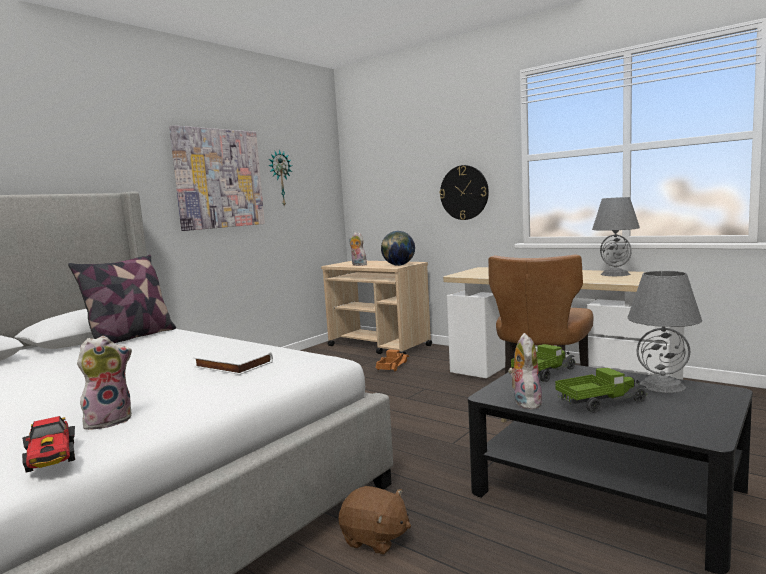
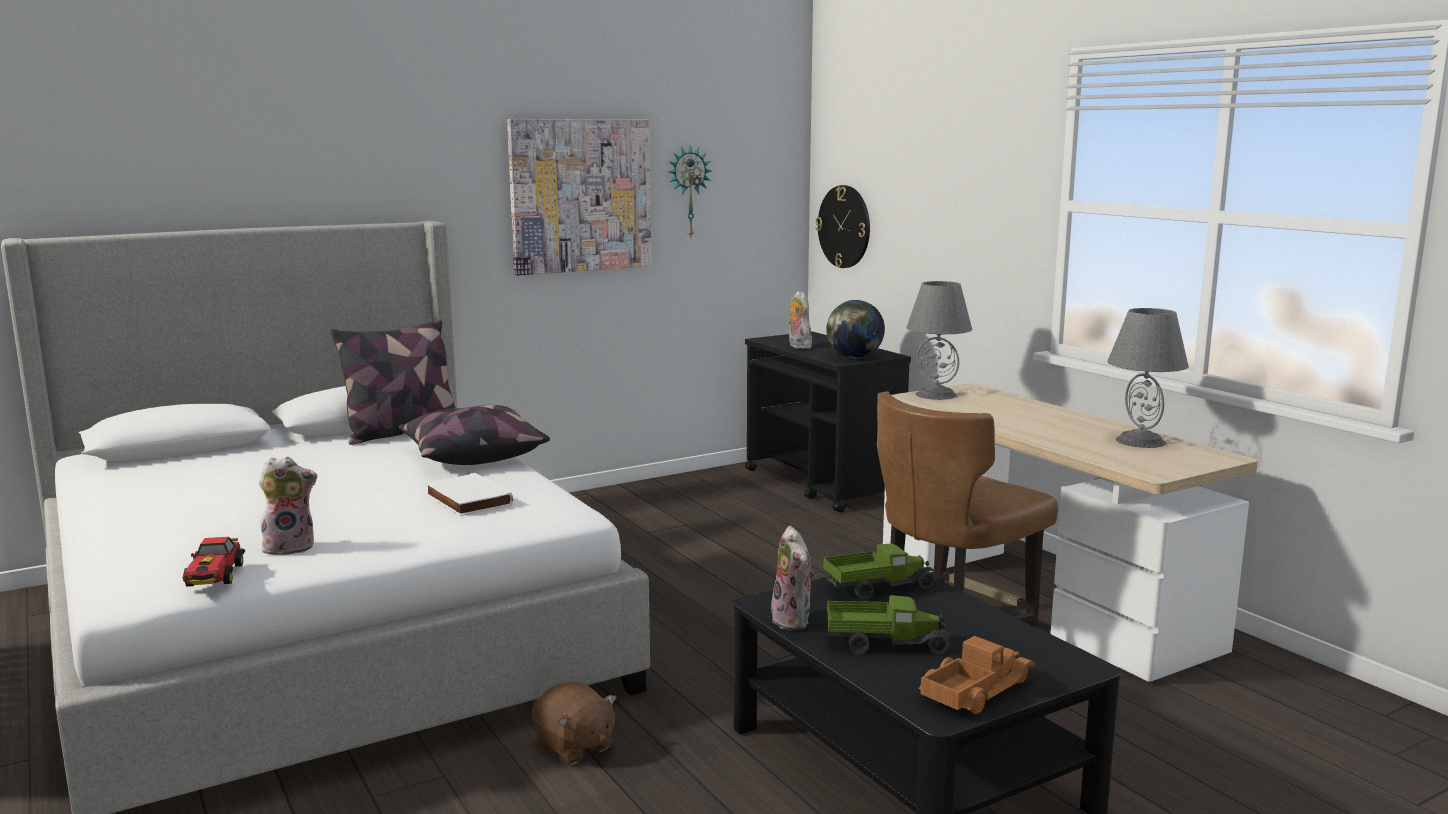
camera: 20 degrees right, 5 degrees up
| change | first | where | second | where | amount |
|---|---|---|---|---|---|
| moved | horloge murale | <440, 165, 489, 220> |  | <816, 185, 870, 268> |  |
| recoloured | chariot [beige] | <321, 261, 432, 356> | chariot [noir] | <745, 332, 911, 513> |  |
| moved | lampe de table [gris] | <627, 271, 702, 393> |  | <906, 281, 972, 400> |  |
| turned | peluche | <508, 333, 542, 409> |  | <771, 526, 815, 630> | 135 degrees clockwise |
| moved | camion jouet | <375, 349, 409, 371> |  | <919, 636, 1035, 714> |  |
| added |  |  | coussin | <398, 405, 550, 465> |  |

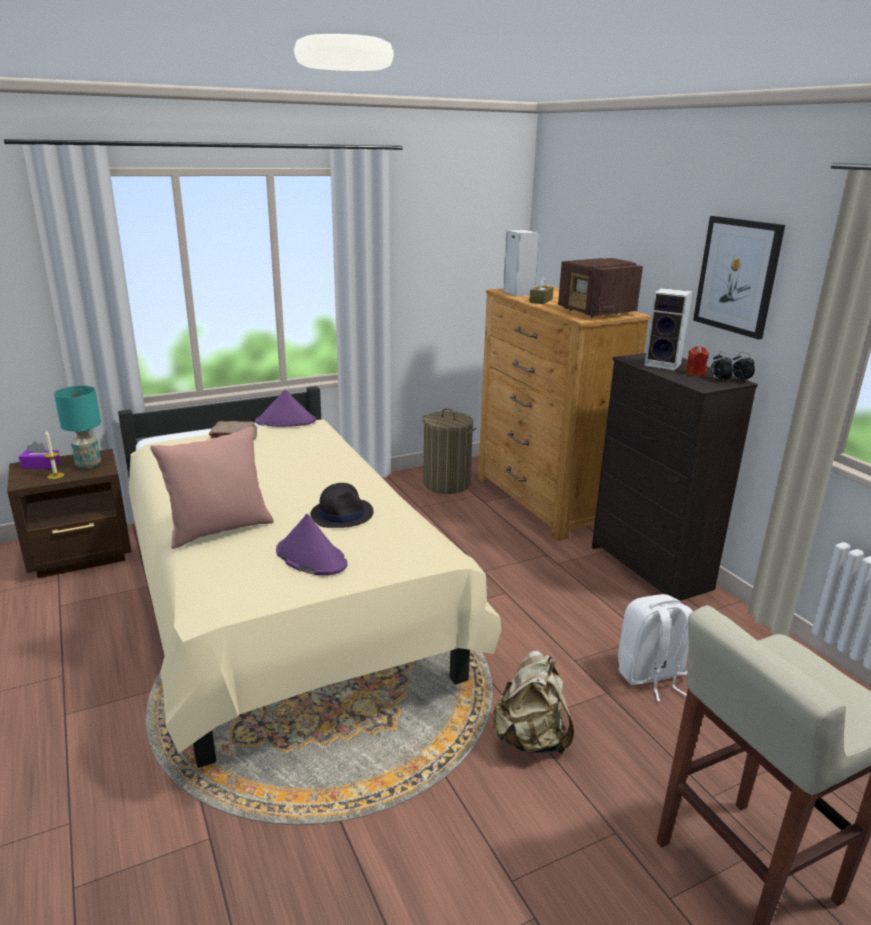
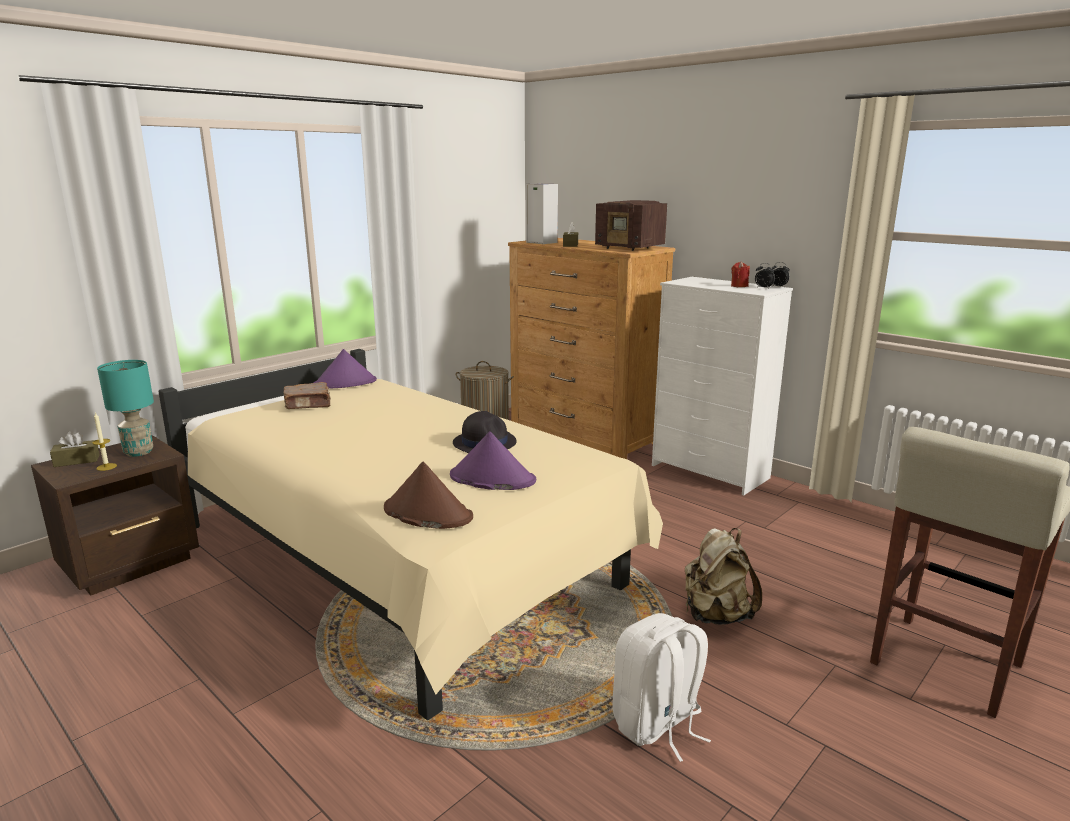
camera: 20 degrees left, 5 degrees down
| change | first | where | second | where | amount |
|---|---|---|---|---|---|
| removed | tableau | <693, 216, 785, 339> |  |  |  |
| removed | enceinte | <645, 288, 693, 371> |  |  |  |
| recoloured | commode [noir] | <592, 353, 758, 601> | commode [blanc] | <652, 277, 793, 495> |  |
| removed | coussin [rose] | <150, 427, 274, 549> |  |  |  |
| recoloured | boîte à mouchoirs [violet] | <19, 441, 60, 469> | boîte à mouchoirs [marron] | <50, 431, 100, 467> |  |
| moved | sac à dos [blanc] | <618, 594, 693, 701> |  | <613, 613, 711, 762> |  |
| added |  |  | chapeau [marron] | <384, 461, 473, 529> |  |

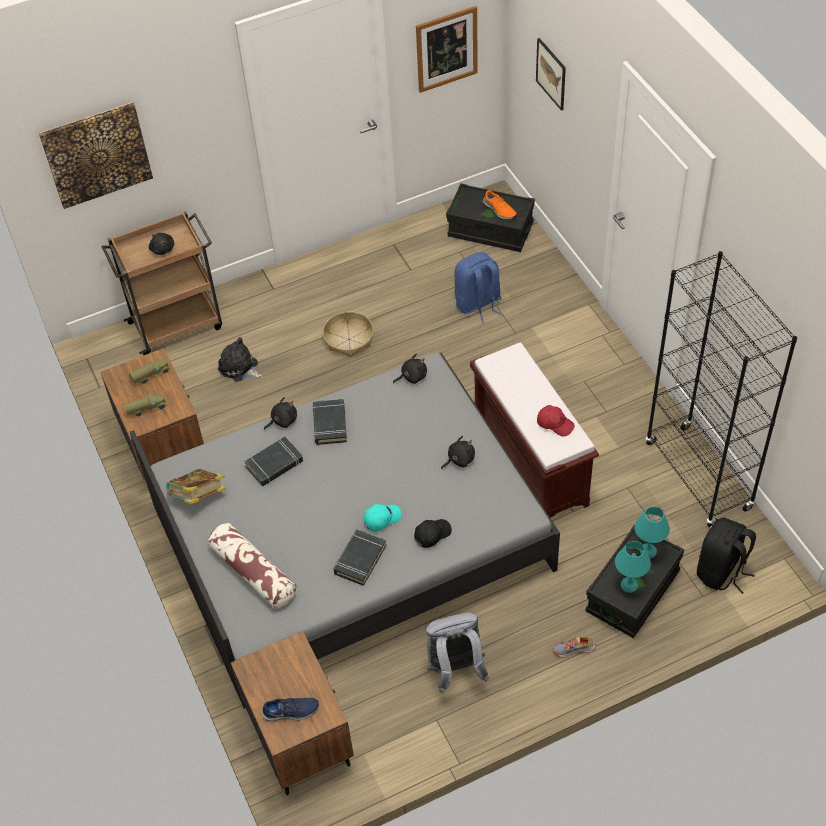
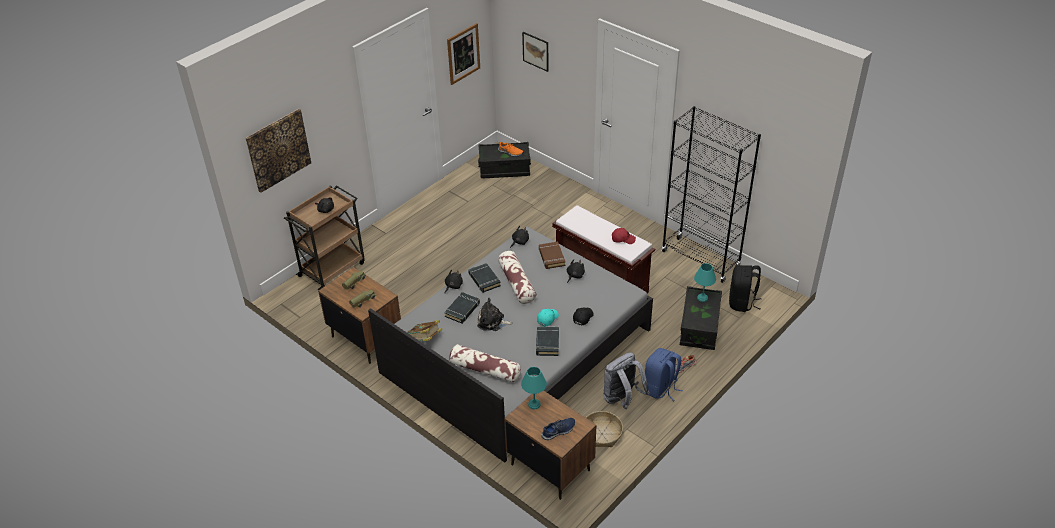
camera: 25 degrees left, 10 degrees down
| change | first | where | second | where | amount |
|---|---|---|---|---|---|
| moved | sac à dos [bleu] | <455, 252, 501, 323> |  | <645, 348, 683, 401> |  |
| moved | panier | <323, 311, 374, 357> |  | <586, 411, 623, 447> |  |
| moved | peluche | <218, 337, 263, 381> |  | <477, 298, 513, 331> |  |
| moved | lampe de table [turquoise] | <615, 541, 651, 593> |  | <521, 367, 547, 409> |  |
| added |  |  | livre [marron] | <539, 242, 565, 269> |  |
| added |  |  | coussin | <498, 251, 536, 304> |  |

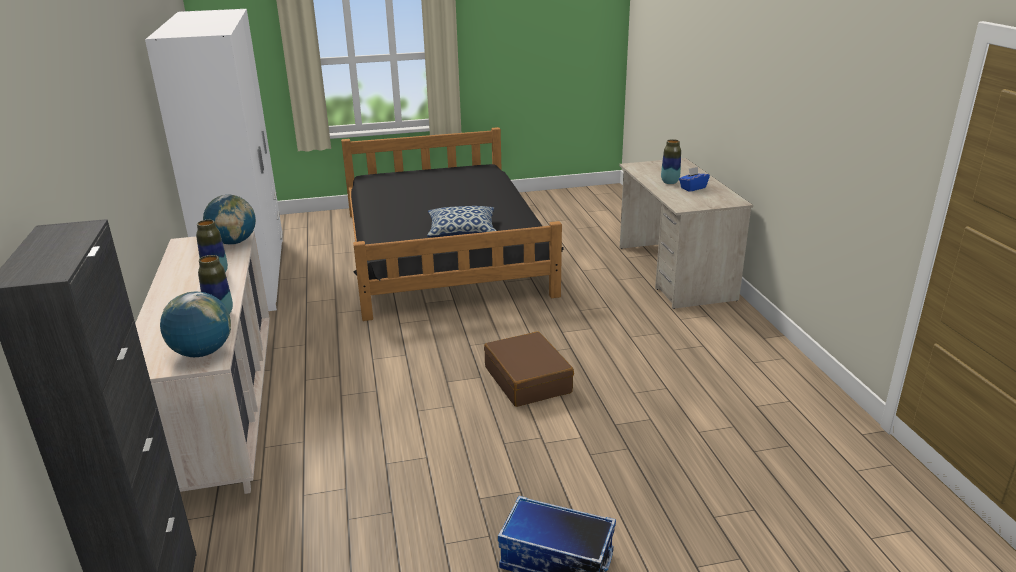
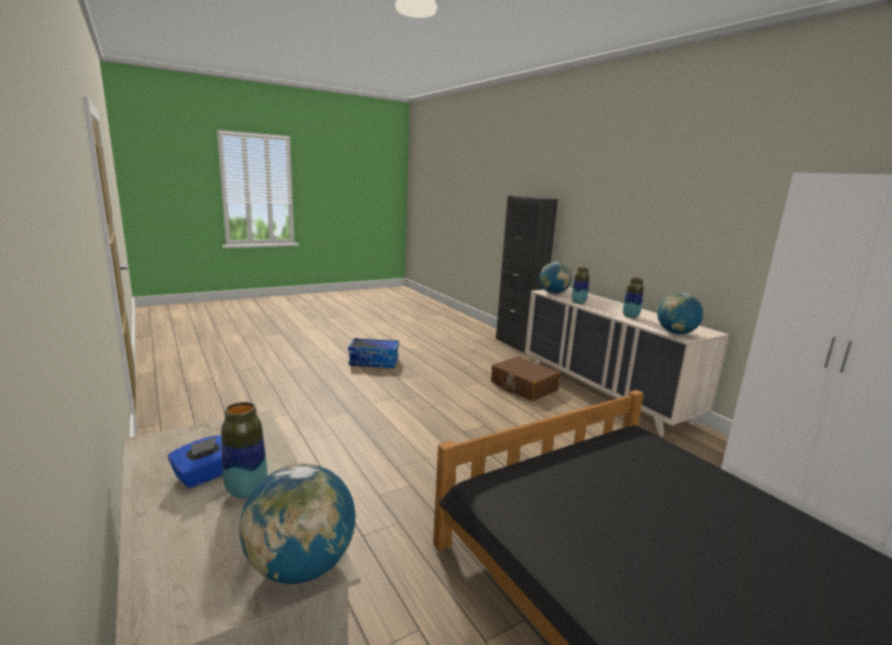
camera: 160 degrees right, 10 degrees down
| change | first | where | second | where | amount |
|---|---|---|---|---|---|
| removed | coussin | <427, 206, 497, 237> |  |  |  |
| moved | valise [marron] | <484, 331, 574, 407> |  | <491, 356, 560, 401> |  |
| added |  |  | globe | <239, 463, 356, 584> |  |

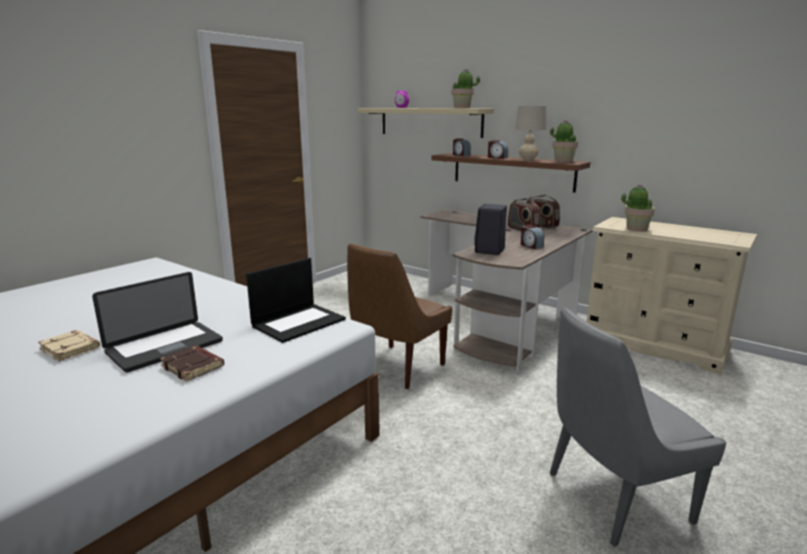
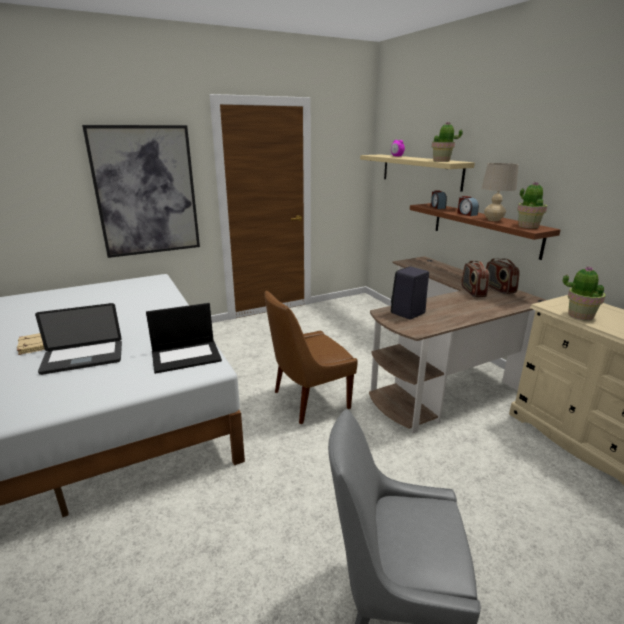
camera: 25 degrees right, 5 degrees up
| change | first | where | second | where | amount |
|---|---|---|---|---|---|
| removed | réveil | <521, 225, 544, 249> |  |  |  |
| removed | livre [marron] | <160, 346, 224, 381> |  |  |  |
| added |  |  | tableau | <82, 125, 200, 258> |  |

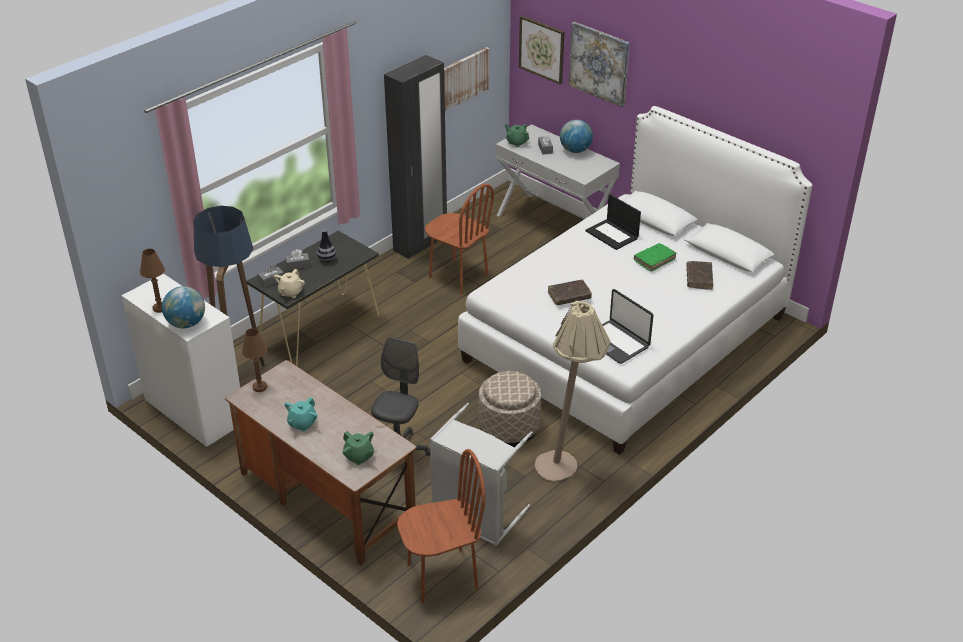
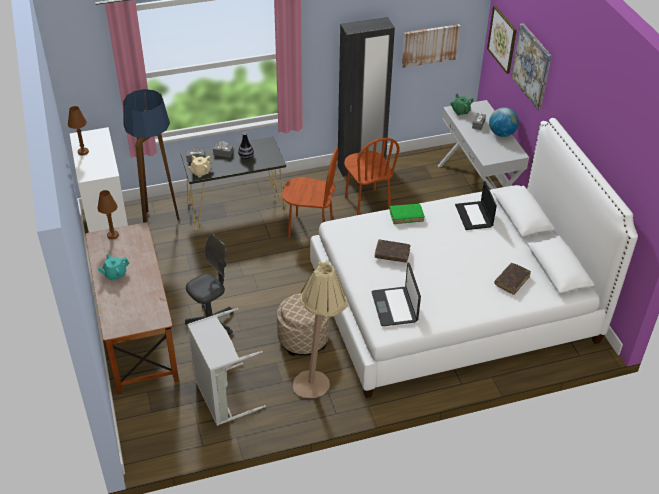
camera: 30 degrees right, 5 degrees up
| change | first | where | second | where | amount |
|---|---|---|---|---|---|
| moved | livre [vert] | <634, 243, 677, 272> |  | <390, 204, 425, 224> |  |
| removed | globe | <162, 286, 205, 328> |  |  |  |
| removed | théière [vert] | <343, 431, 374, 465> |  |  |  |
| moved | chaise [marron] | <397, 449, 485, 603> |  | <282, 148, 339, 238> |  |

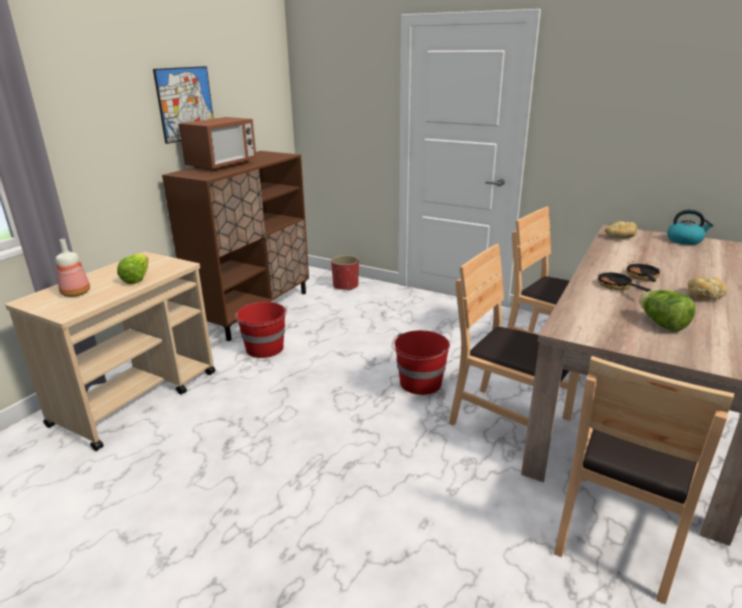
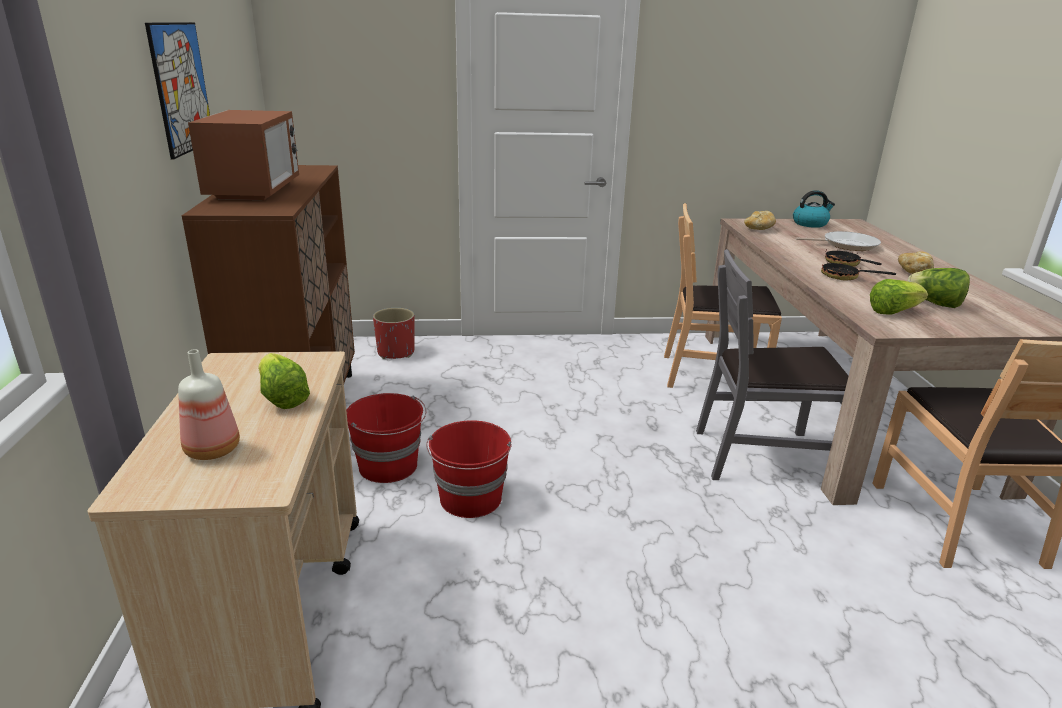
camera: 35 degrees left, 0 degrees up
| change | first | where | second | where | amount |
|---|---|---|---|---|---|
| recoloured | chaise [marron] | <449, 243, 579, 427> | chaise [gris] | <696, 249, 848, 480> |  |
| moved | seau [rouge] | <392, 330, 450, 395> |  | <426, 420, 512, 518> |  |
| added |  |  | poêle | <796, 231, 881, 251> |  |
| added |  |  | laitue | <870, 279, 928, 314> |  |

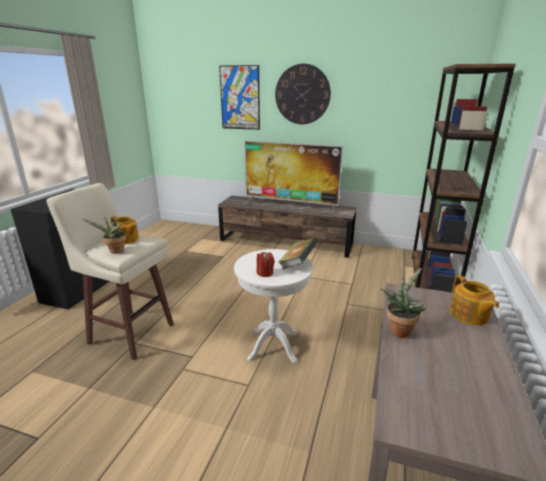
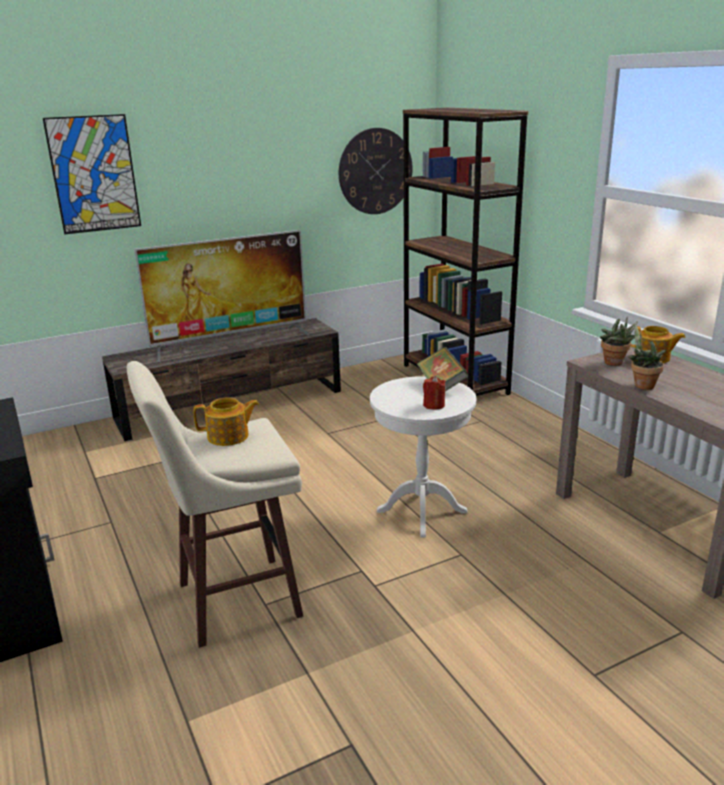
camera: 45 degrees left, 0 degrees up
| change | first | where | second | where | amount |
|---|---|---|---|---|---|
| moved | horloge murale | <275, 64, 331, 124> |  | <339, 128, 413, 214> |  |
| moved | plante en pot | <83, 217, 126, 254> |  | <600, 316, 638, 366> |  |

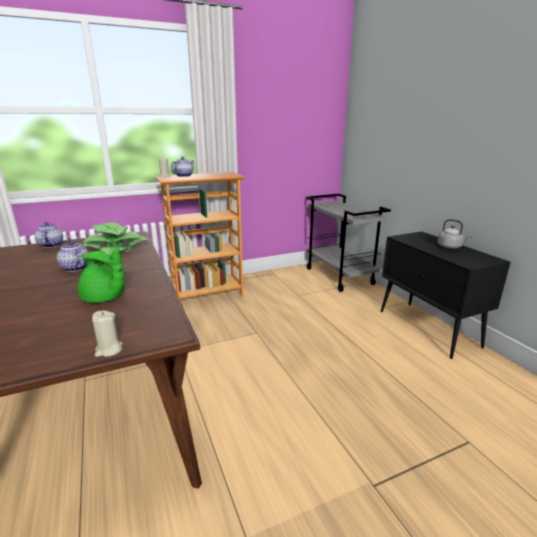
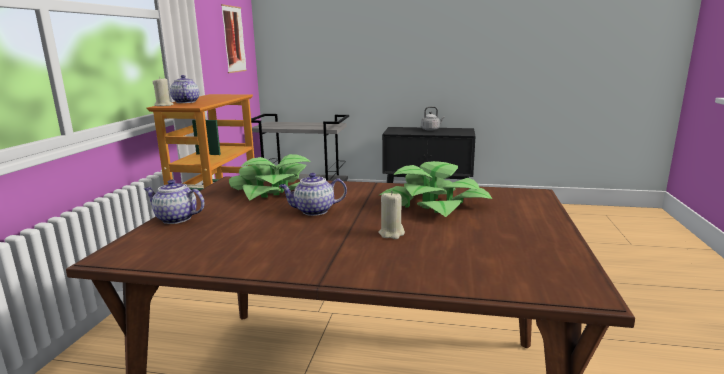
camera: 55 degrees left, 5 degrees down
| change | first | where | second | where | amount |
|---|---|---|---|---|---|
| replaced | théière [vert] | <78, 248, 124, 303> | plante en pot | <379, 161, 492, 217> |  |
| moved | bougie [beige] | <92, 311, 123, 357> |  | <379, 191, 405, 239> |  |
| added |  |  | tableau | <221, 4, 247, 73> |  |

